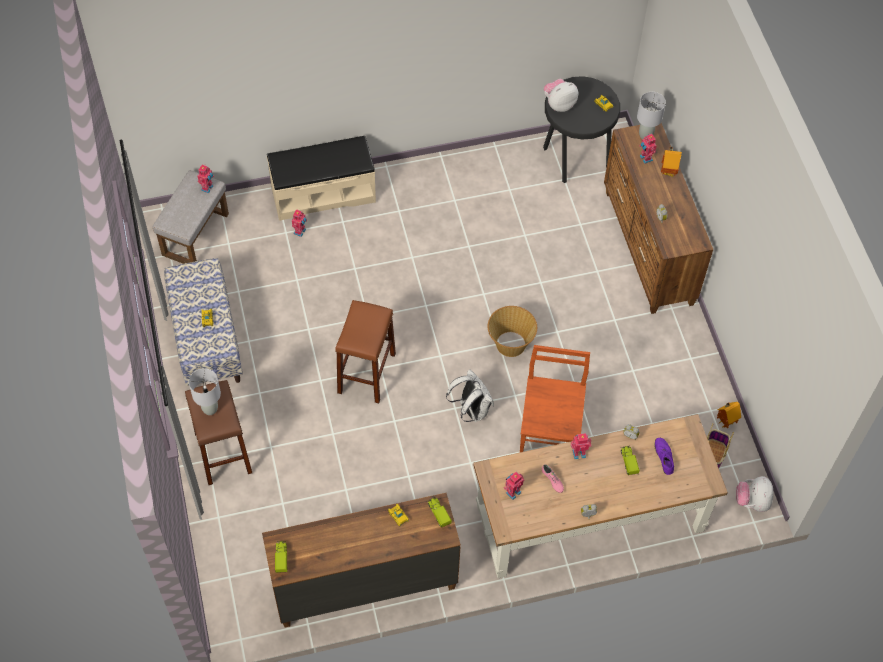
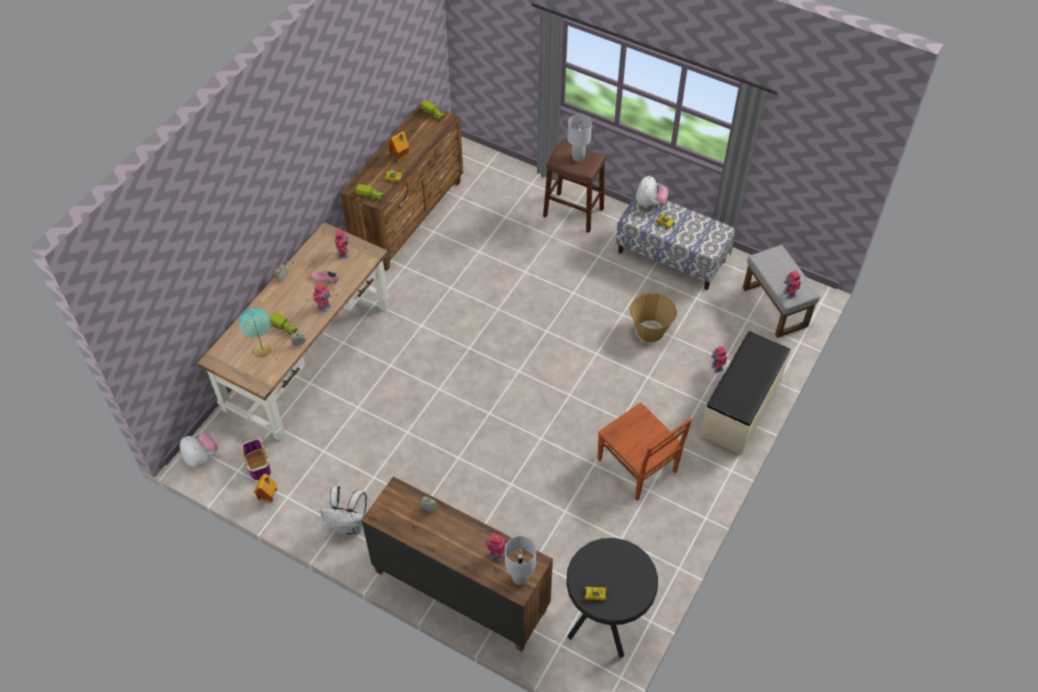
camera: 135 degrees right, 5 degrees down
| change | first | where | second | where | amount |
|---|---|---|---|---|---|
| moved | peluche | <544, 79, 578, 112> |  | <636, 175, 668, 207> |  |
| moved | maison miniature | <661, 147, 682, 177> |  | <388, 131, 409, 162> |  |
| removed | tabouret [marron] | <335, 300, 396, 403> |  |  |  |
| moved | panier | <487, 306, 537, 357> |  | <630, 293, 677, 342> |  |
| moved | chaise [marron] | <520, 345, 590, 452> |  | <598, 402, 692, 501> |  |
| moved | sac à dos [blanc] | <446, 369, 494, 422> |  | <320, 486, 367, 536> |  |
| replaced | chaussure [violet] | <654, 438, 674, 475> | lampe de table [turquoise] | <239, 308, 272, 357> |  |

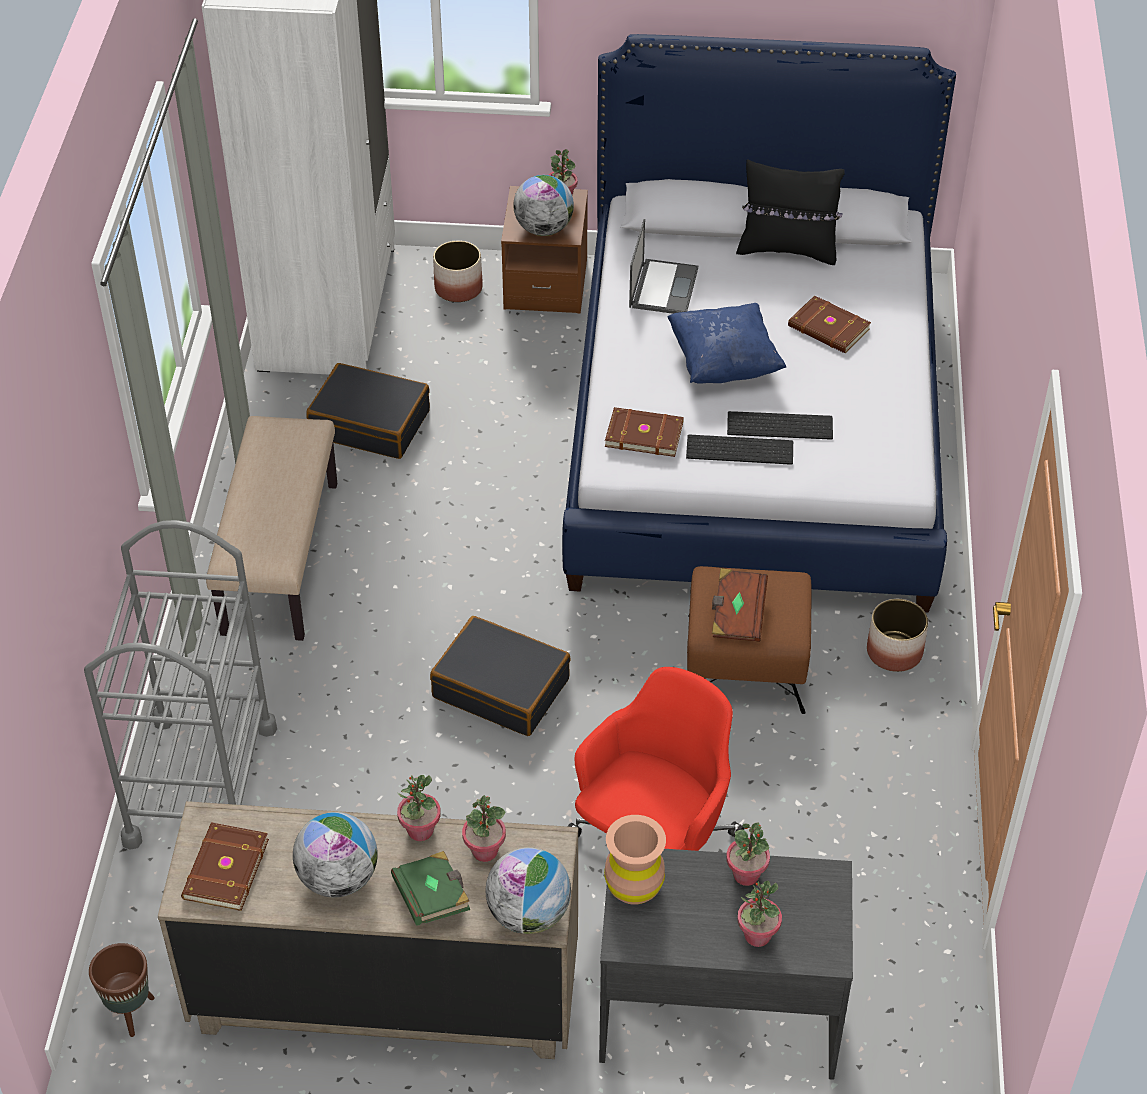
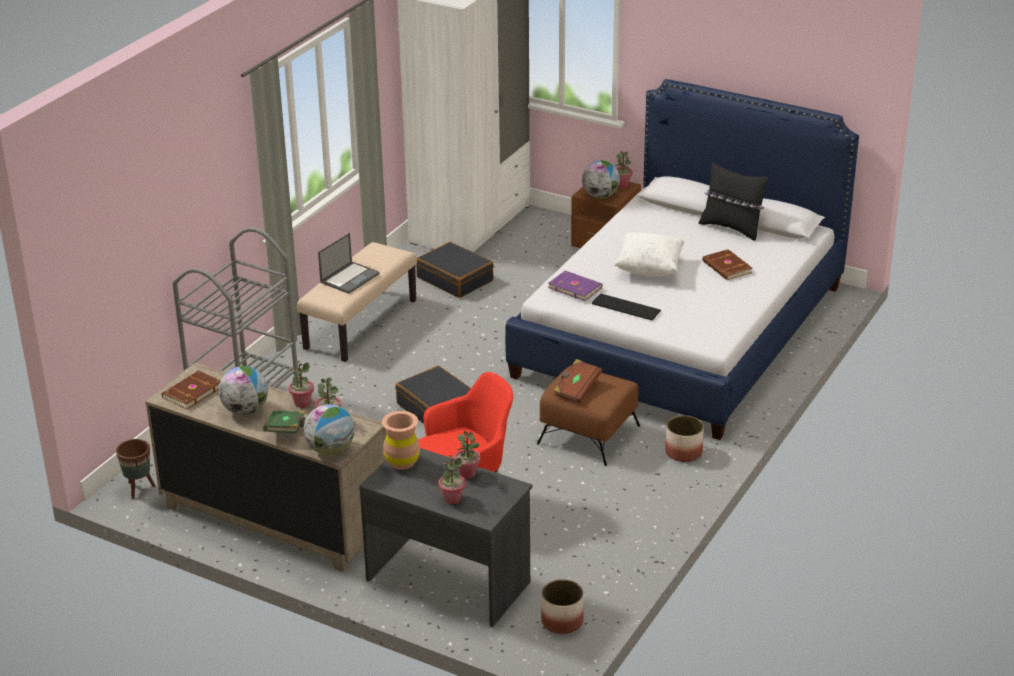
camera: 25 degrees right, 15 degrees down
| change | first | where | second | where | amount |
|---|---|---|---|---|---|
| moved | ordinateur portable | <629, 219, 698, 314> |  | <318, 233, 380, 294> |  |
| moved | cache-pot | <433, 240, 483, 302> |  | <541, 579, 584, 634> |  |
| recoloured | coussin [bleu] | <667, 303, 787, 384> | coussin [blanc] | <614, 232, 684, 276> |  |
| recoloured | livre [marron] | <605, 407, 684, 457> | livre [violet] | <548, 271, 602, 301> |  |
| removed | clavier | <727, 411, 833, 440> |  |  |  |

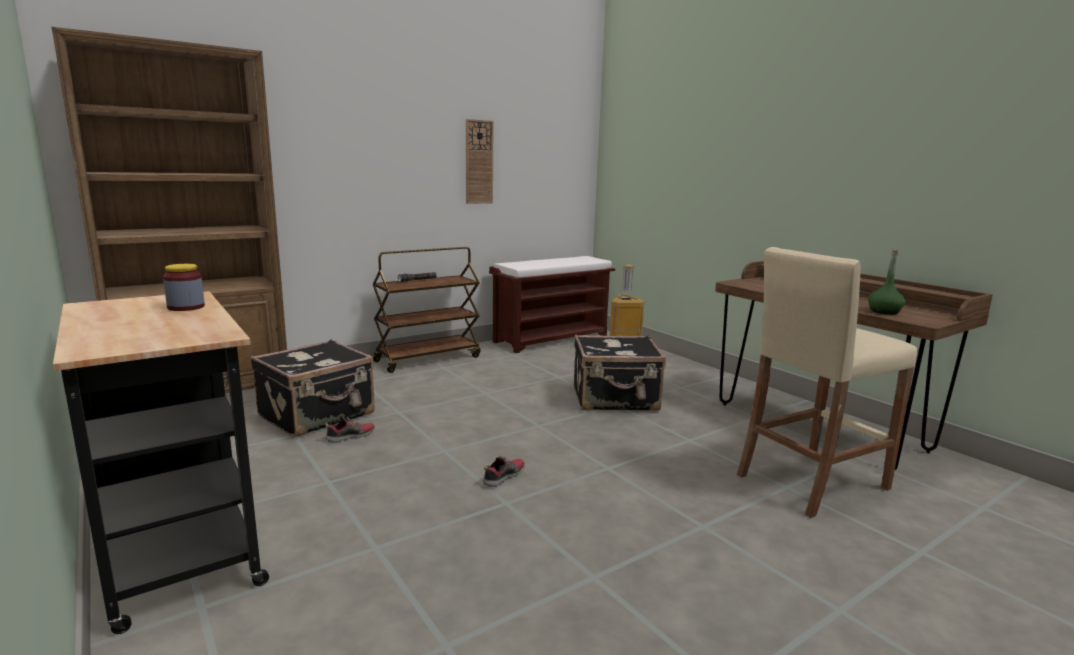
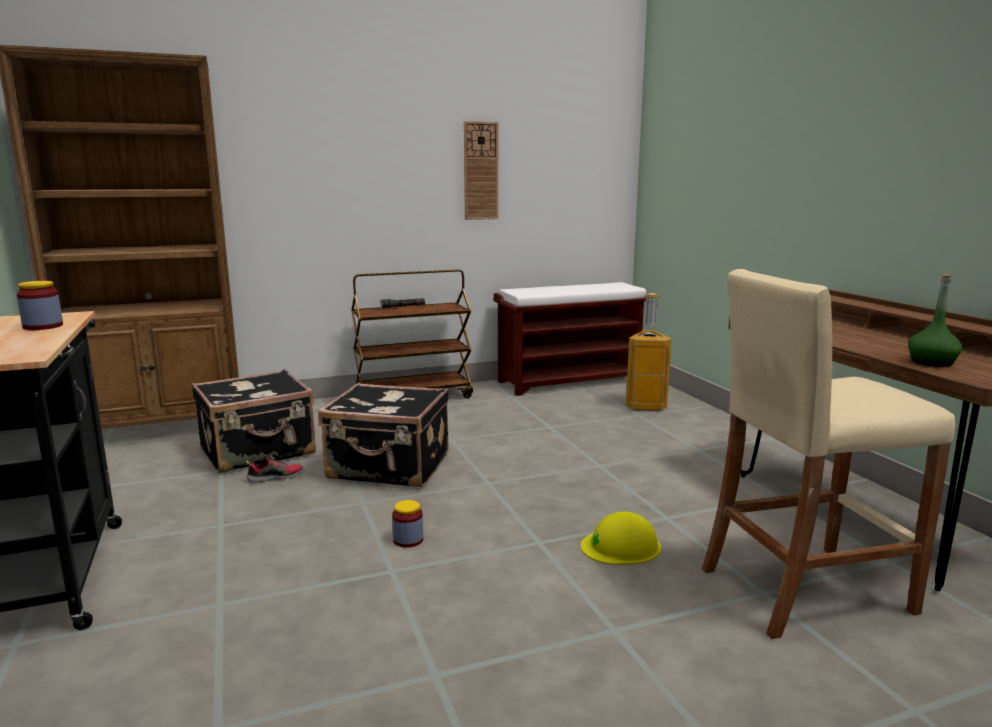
camera: 15 degrees right, 0 degrees up
| change | first | where | second | where | amount |
|---|---|---|---|---|---|
| moved | valise [noir] | <574, 335, 666, 411> |  | <318, 383, 449, 487> |  |
| replaced | chaussure | <483, 456, 525, 487> | bocal | <392, 500, 423, 548> |  |
| added |  |  | casque de chantier [jaune] | <581, 511, 661, 565> |  |

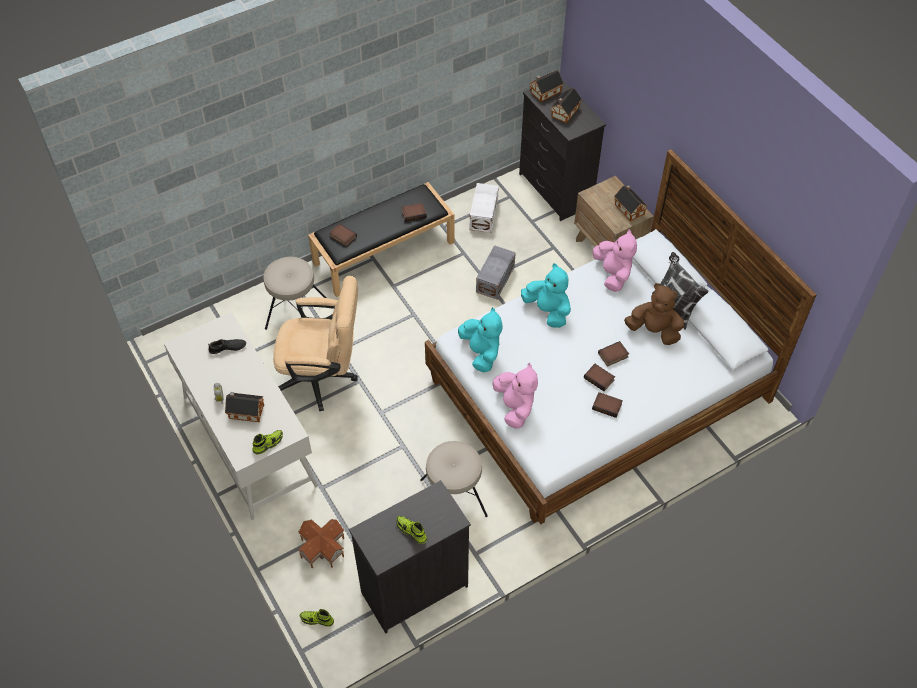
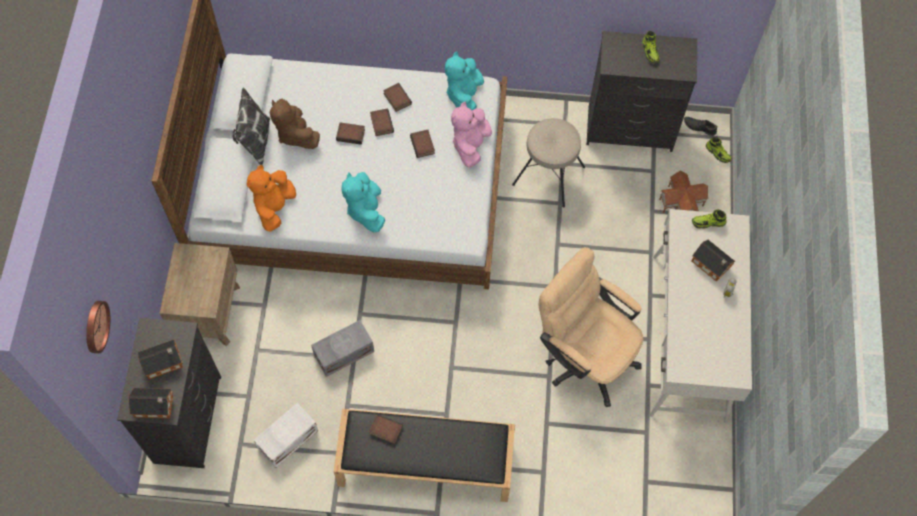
camera: 145 degrees left, 10 degrees up
| change | first | where | second | where | amount |
|---|---|---|---|---|---|
| removed | maison miniature | <614, 185, 647, 221> |  |  |  |
| moved | livre | <329, 223, 357, 247> |  | <410, 130, 435, 158> |  |
| recoloured | peluche [rose] | <593, 230, 637, 292> | peluche [orange] | <247, 165, 296, 232> |  |
| removed | tabouret [beige] | <264, 257, 327, 330> |  |  |  |
| moved | peluche [turquoise] | <458, 307, 502, 373> |  | <445, 51, 484, 110> |  |
| moved | chaussure [noir] | <208, 339, 246, 354> |  | <684, 117, 718, 136> |  |
| added |  |  | horloge murale | <86, 301, 110, 354> |  |

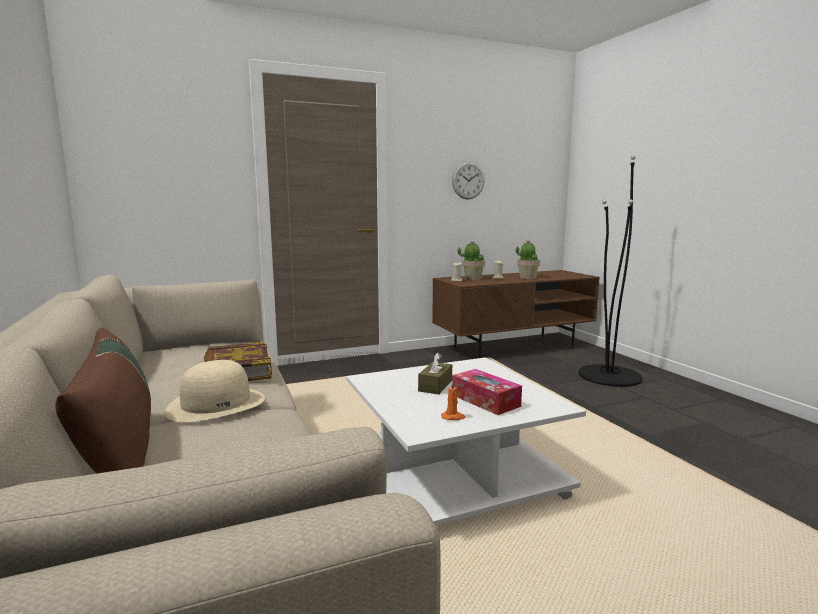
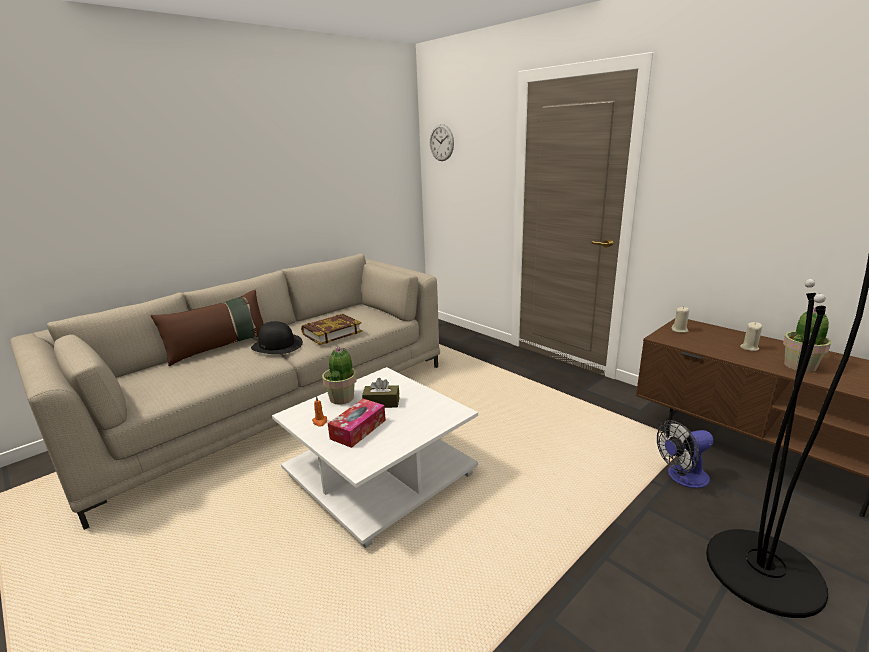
camera: 70 degrees right, 10 degrees up
| change | first | where | second | where | amount |
|---|---|---|---|---|---|
| moved | horloge murale | <452, 162, 484, 200> |  | <430, 124, 454, 161> |  |
| moved | plante en pot | <458, 241, 485, 280> |  | <322, 346, 357, 405> |  |
| recoloured | chapeau [beige] | <164, 360, 265, 422> | chapeau [noir] | <251, 321, 303, 354> |  |
| added |  |  | ventilateur | <657, 420, 714, 488> |  |

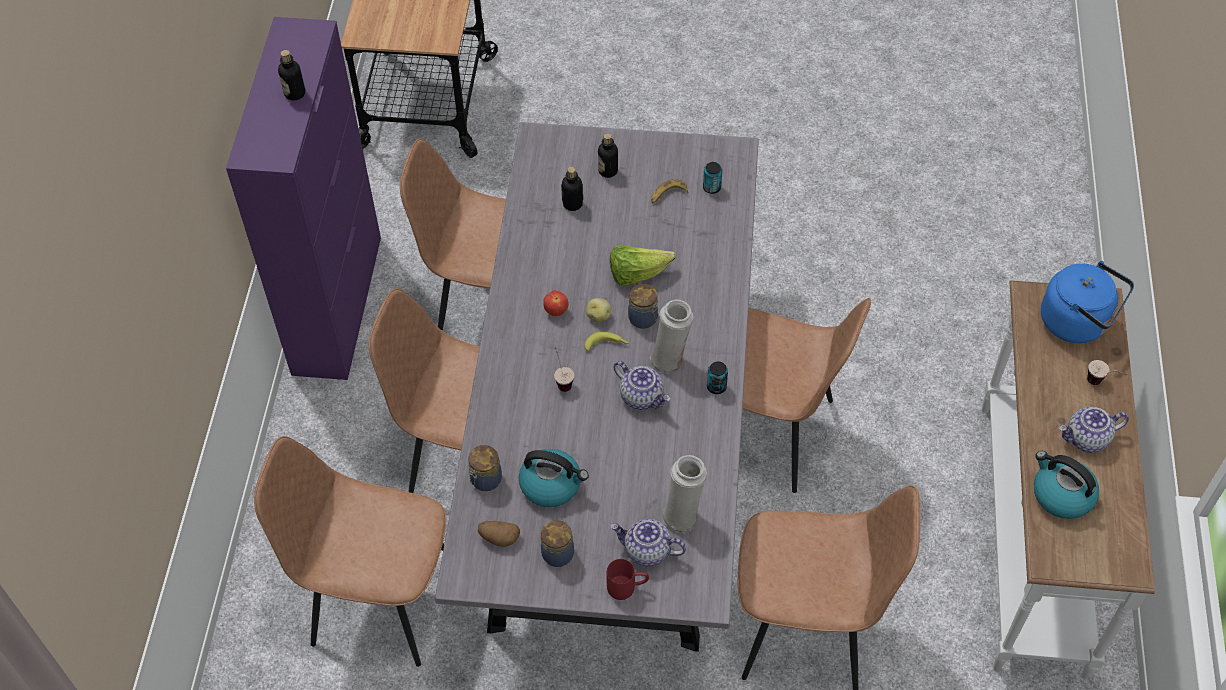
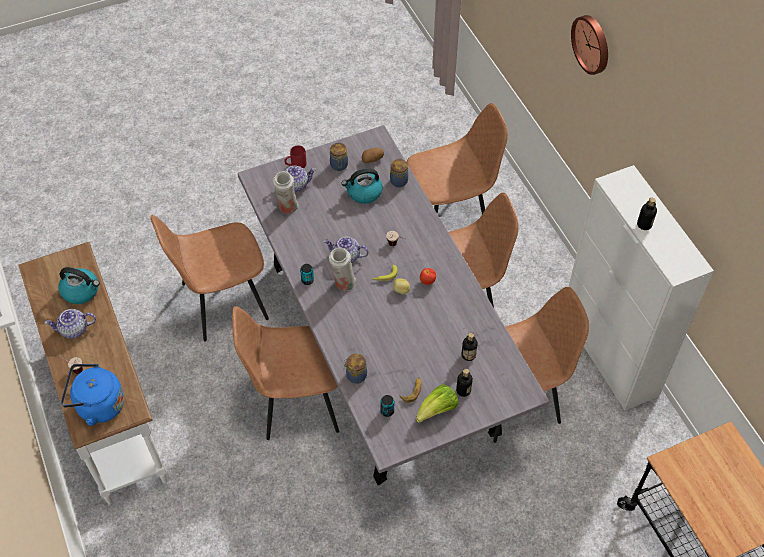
camera: 150 degrees right, 0 degrees up
| change | first | where | second | where | amount |
|---|---|---|---|---|---|
| recoloured | meuble de rangement [violet] | <226, 17, 381, 380> | meuble de rangement [blanc] | <568, 165, 714, 411> |  |
| moved | laitue | <610, 245, 675, 286> |  | <416, 384, 458, 423> |  |
| moved | bocal | <628, 284, 659, 329> |  | <344, 354, 367, 384> |  |
| turned | théière | <1059, 407, 1129, 453> |  | <45, 309, 96, 338> | 150 degrees counterclockwise |
| added |  |  | horloge murale | <571, 15, 608, 75> |  |

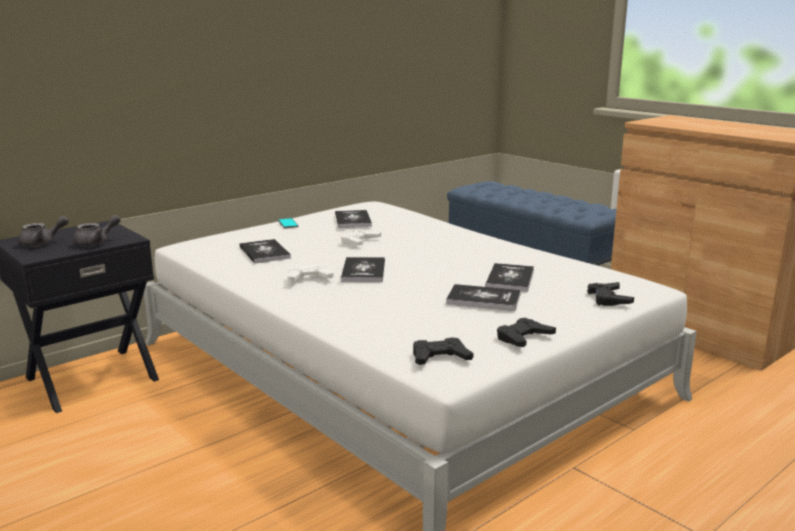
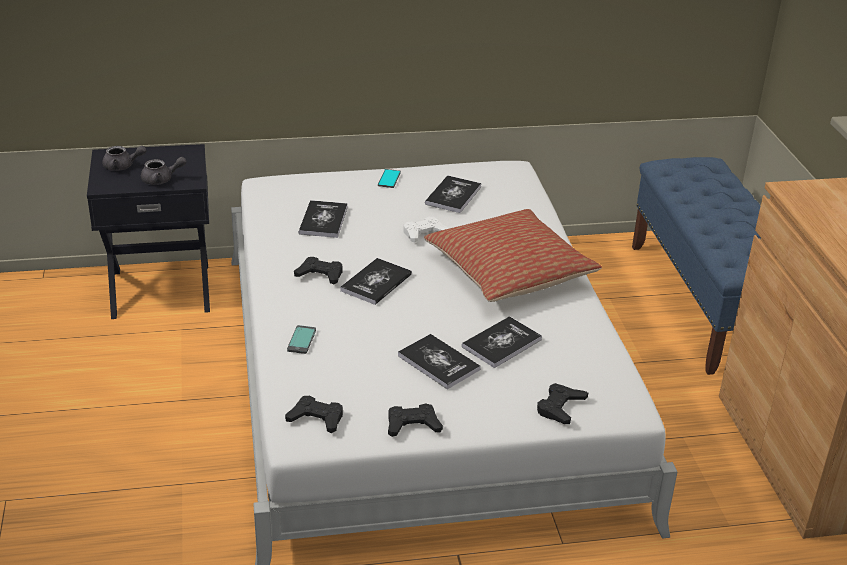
camera: 30 degrees right, 15 degrees up
| change | first | where | second | where | amount |
|---|---|---|---|---|---|
| recoloured | manette [blanc] | <287, 264, 334, 282> | manette [noir] | <294, 257, 342, 284> |  |
| added |  |  | coussin | <424, 209, 602, 302> |  |
| added |  |  | téléphone | <287, 325, 316, 354> |  |

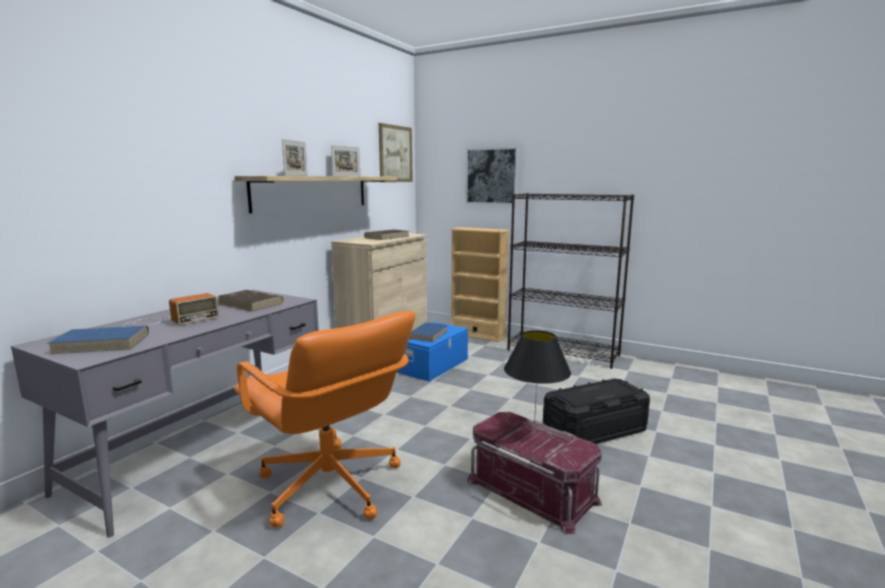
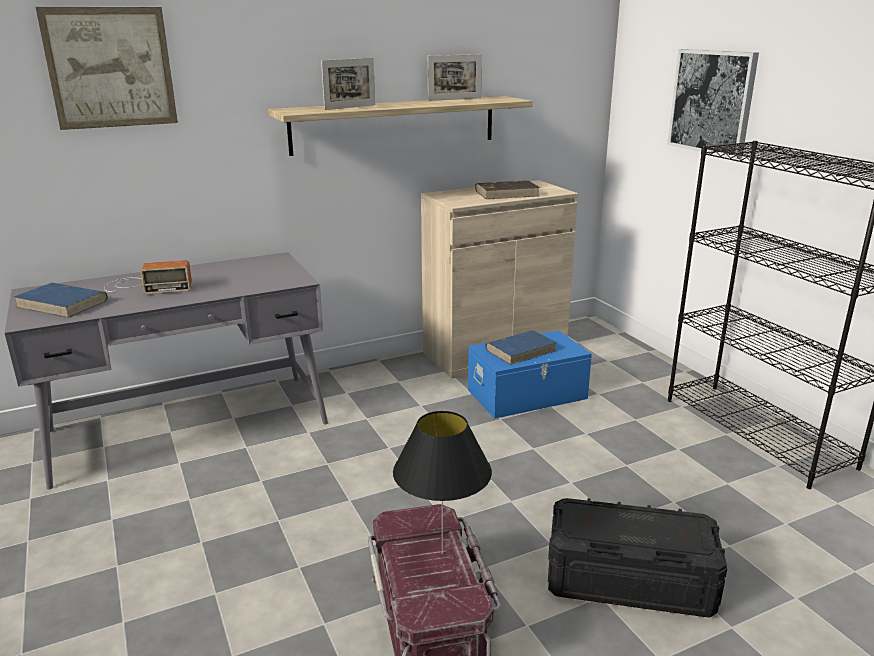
camera: 35 degrees right, 10 degrees up
| change | first | where | second | where | amount |
|---|---|---|---|---|---|
| moved | tableau | <379, 123, 413, 182> |  | <36, 7, 178, 130> |  |
| removed | bibliothèque [beige] | <451, 227, 510, 342> |  |  |  |
| removed | livre [marron] | <219, 290, 283, 312> |  |  |  |
| removed | chaise de bureau [orange] | <234, 311, 415, 528> |  |  |  |

